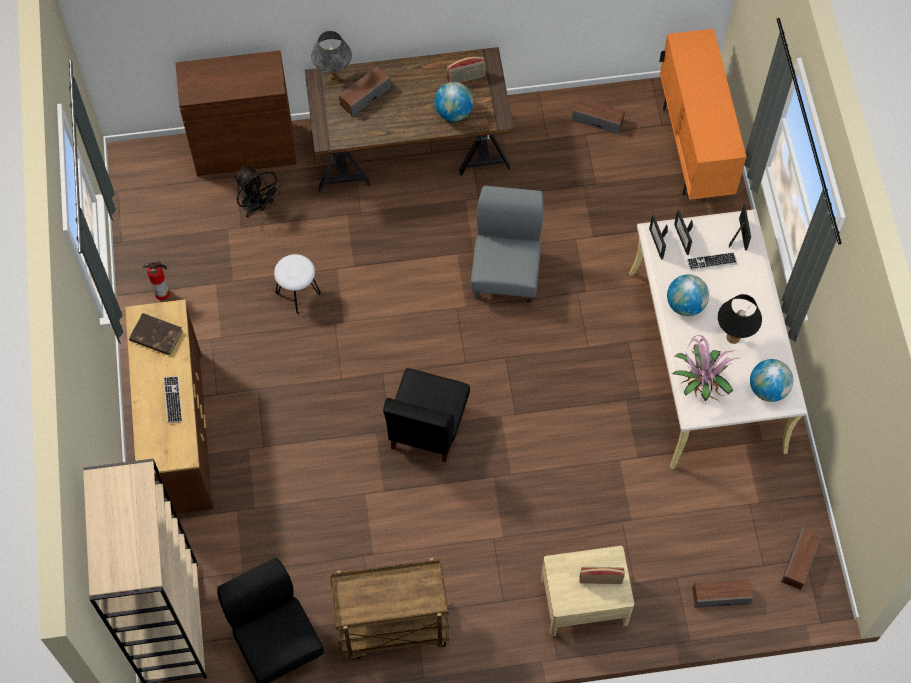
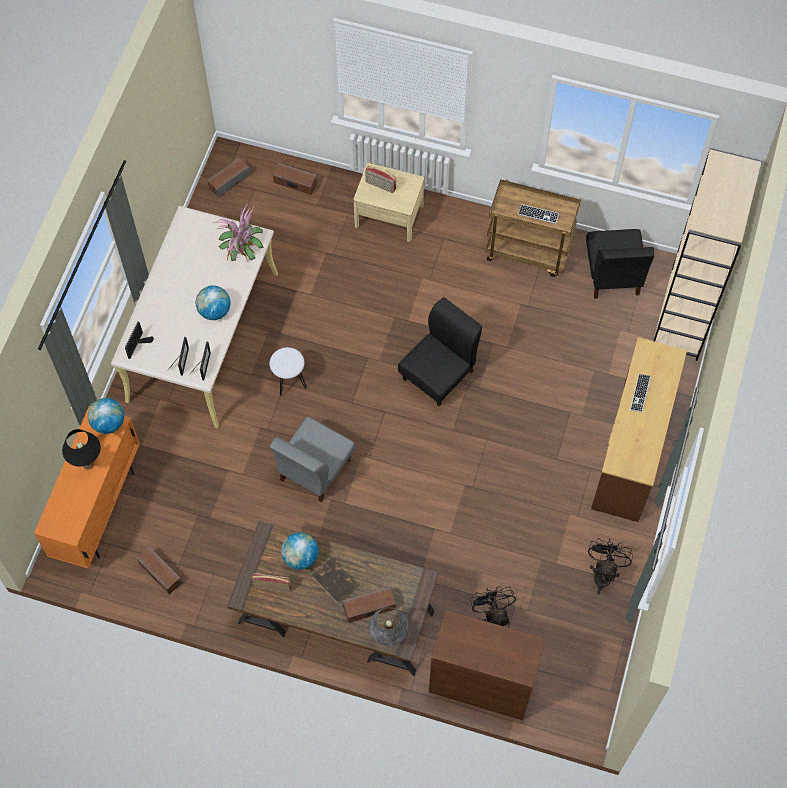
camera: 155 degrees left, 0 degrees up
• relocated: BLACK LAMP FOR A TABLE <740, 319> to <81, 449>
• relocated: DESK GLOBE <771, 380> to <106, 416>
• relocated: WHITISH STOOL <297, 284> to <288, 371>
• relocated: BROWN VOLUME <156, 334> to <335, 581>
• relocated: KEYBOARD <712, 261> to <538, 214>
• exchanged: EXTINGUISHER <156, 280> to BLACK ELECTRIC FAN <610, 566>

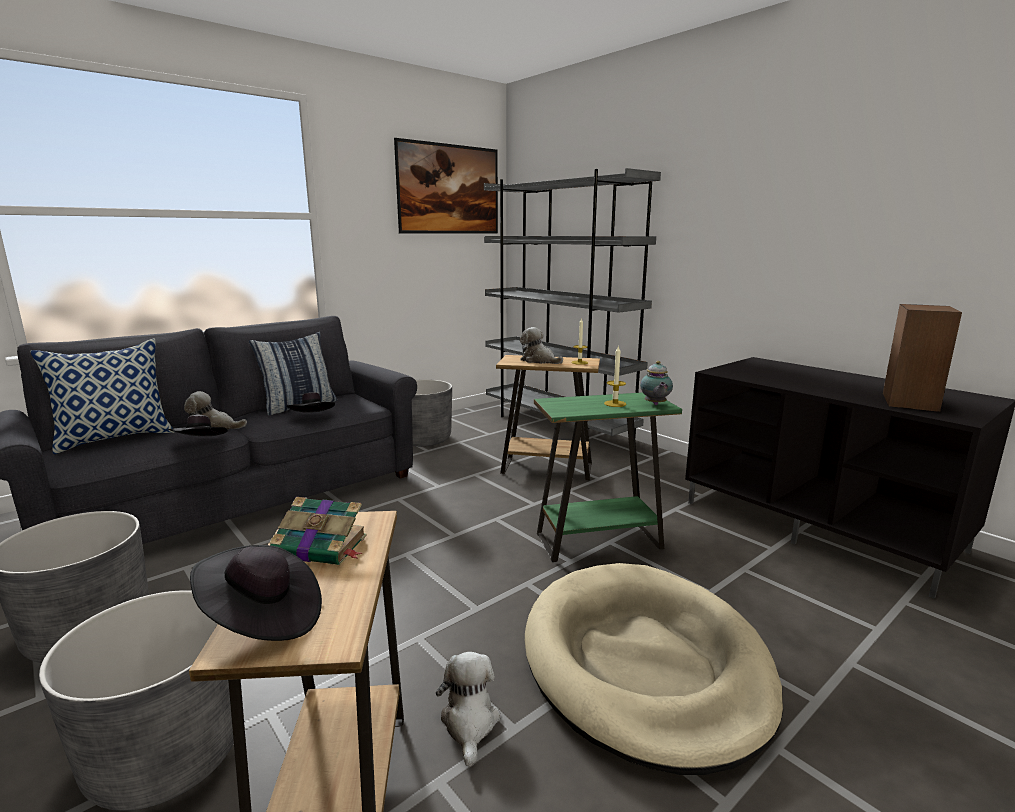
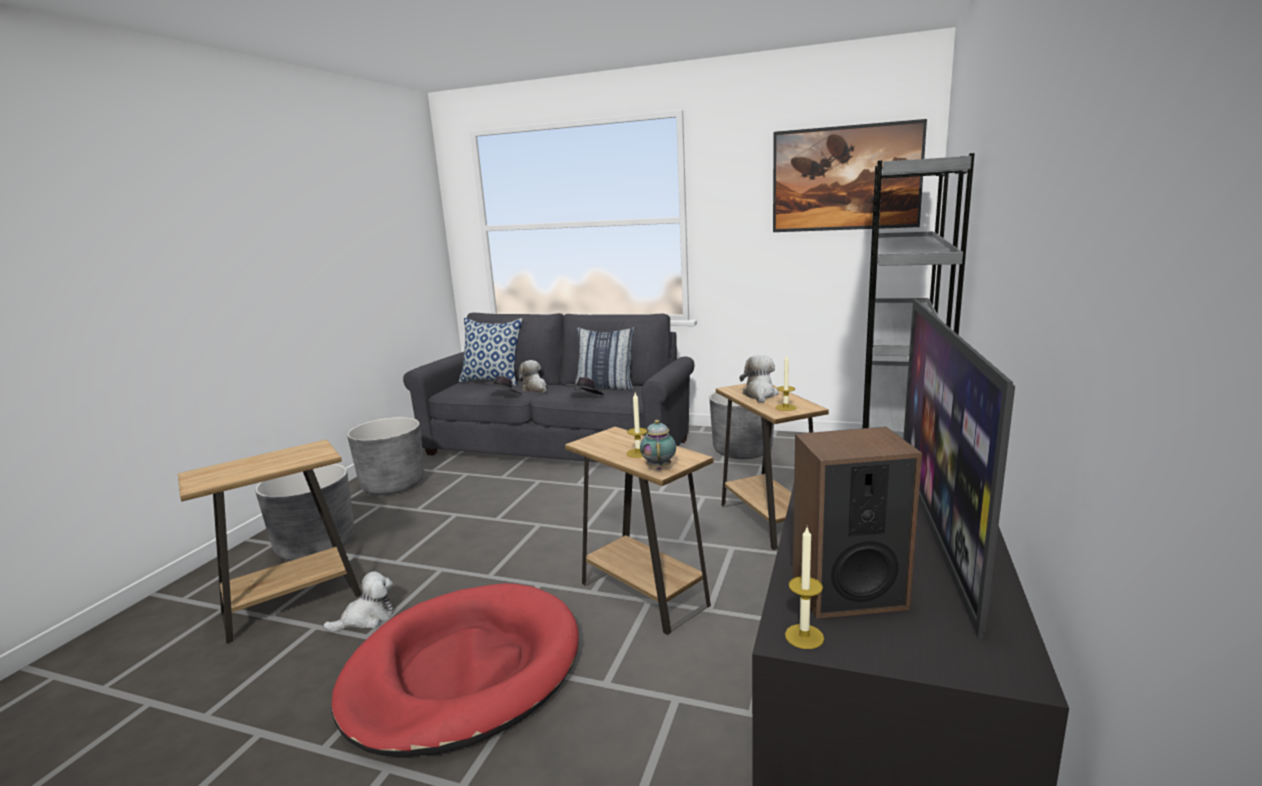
camera: 60 degrees right, 0 degrees up
• colour: BEIGE-COLOURED PET BED <654, 669> to REDDISH PET BED <455, 670>
• colour: GREENISH SIDE TABLE <608, 477> to BROWN SIDE TABLE <639, 531>
• spun: TEA POT <656, 383> = <658, 445> 120 degrees clockwise
• appeared: CANDLE <804, 588>
• appeared: TV <959, 469>
• missing: BLACK CLOTHING HAT <256, 593>
• missing: VOLUME <318, 531>

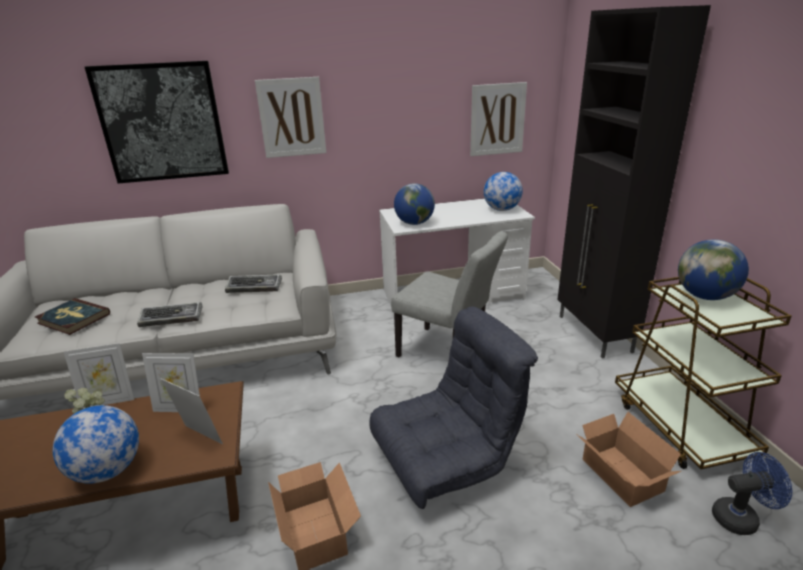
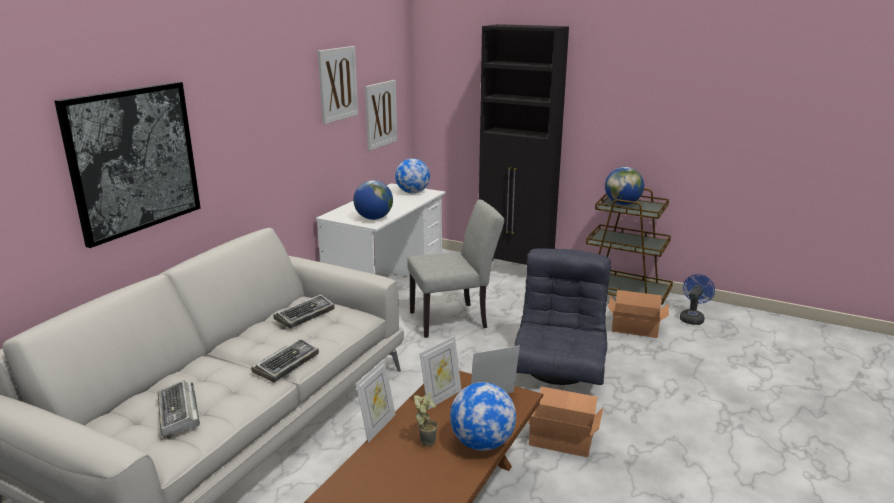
camera: 50 degrees left, 5 degrees down
• exchanged: VOLUME <72, 316> to KEYBOARD <179, 408>
• relocated: PICTURE <290, 117> to <338, 85>

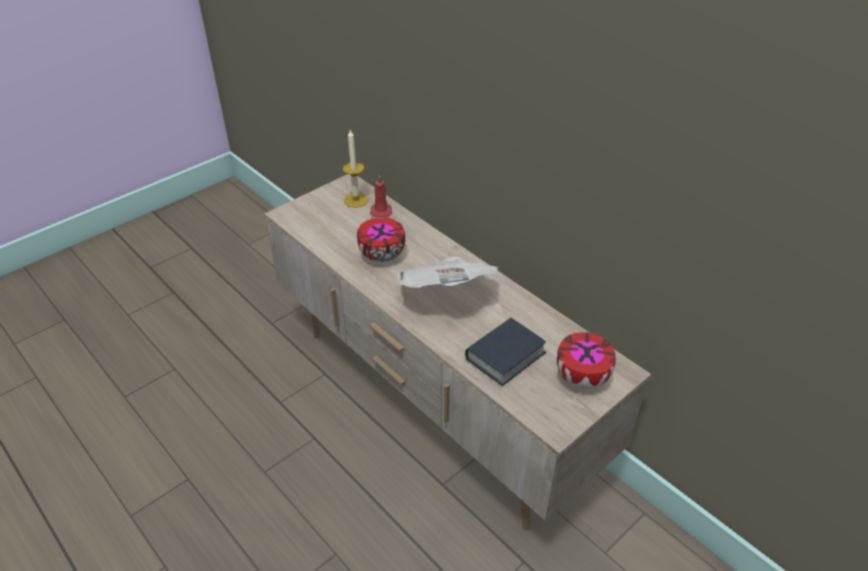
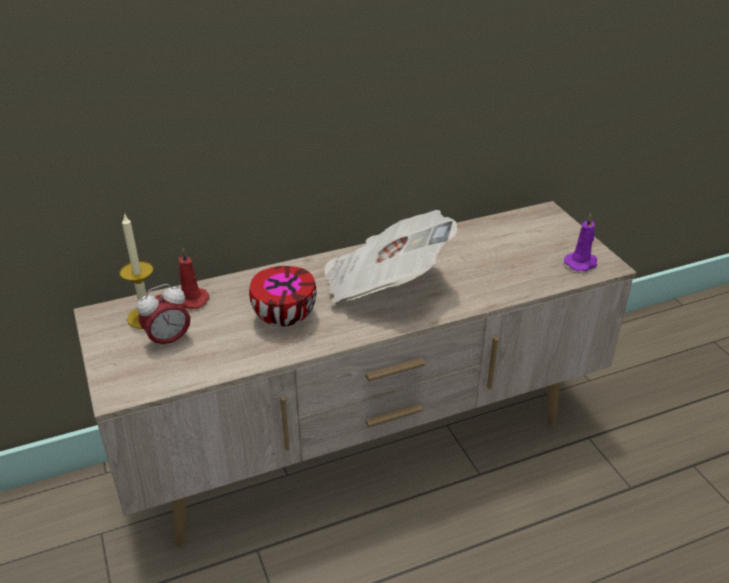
camera: 70 degrees left, 5 degrees down
• appeared: ALARM CLOCK <163, 317>
• appeared: PURPLE CANDLE <580, 242>
• missing: VOLUME <505, 352>
• missing: SERVING BOWL <586, 360>

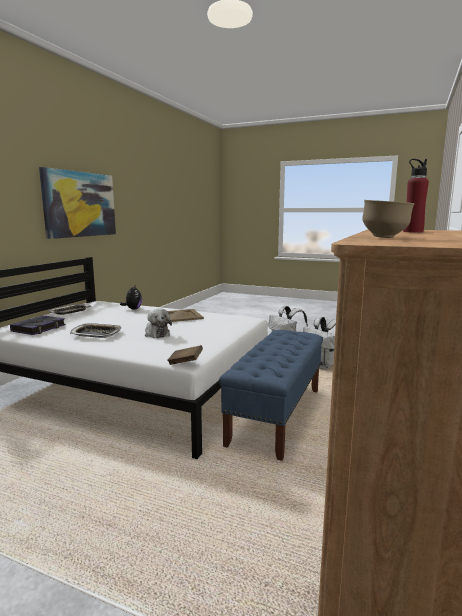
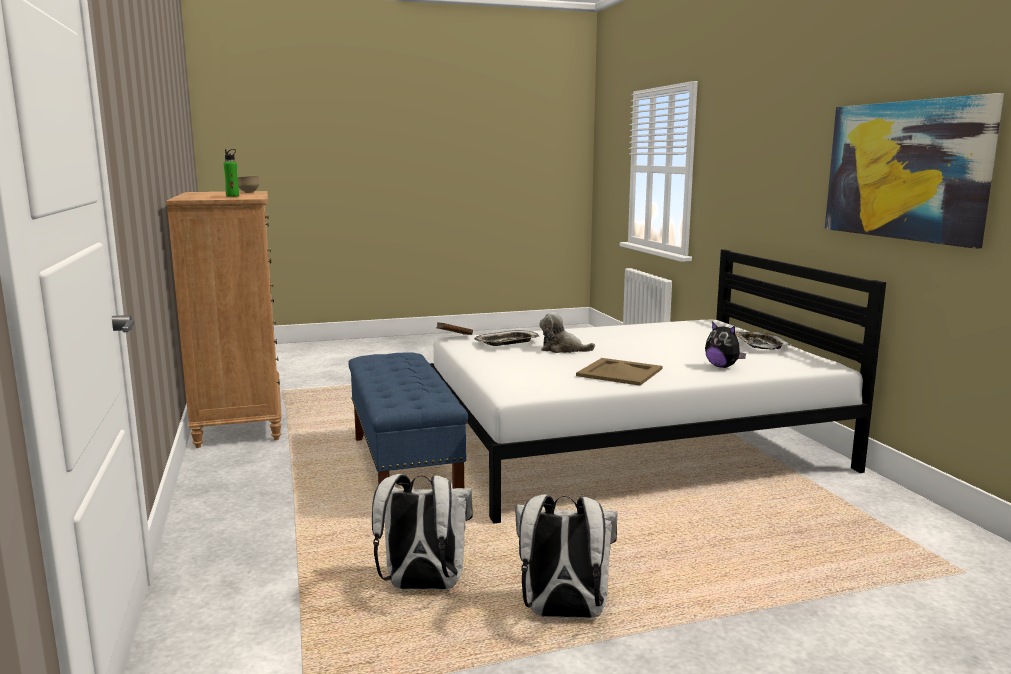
camera: 140 degrees right, 0 degrees up
• colour: REDDISH DRINK BOTTLE <416, 196> to GREENISH DRINK BOTTLE <231, 173>
• relocated: SERVING TRAY <95, 330> to <507, 338>
• missing: VOLUME <37, 325>

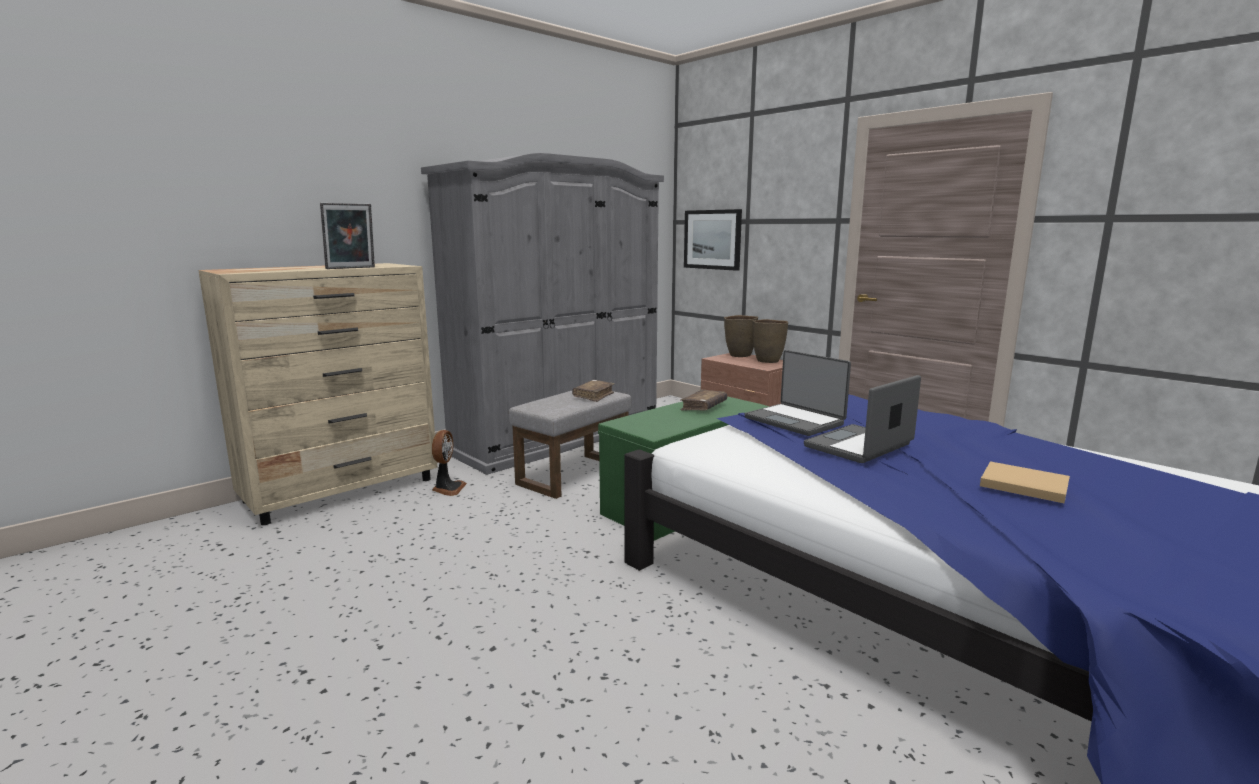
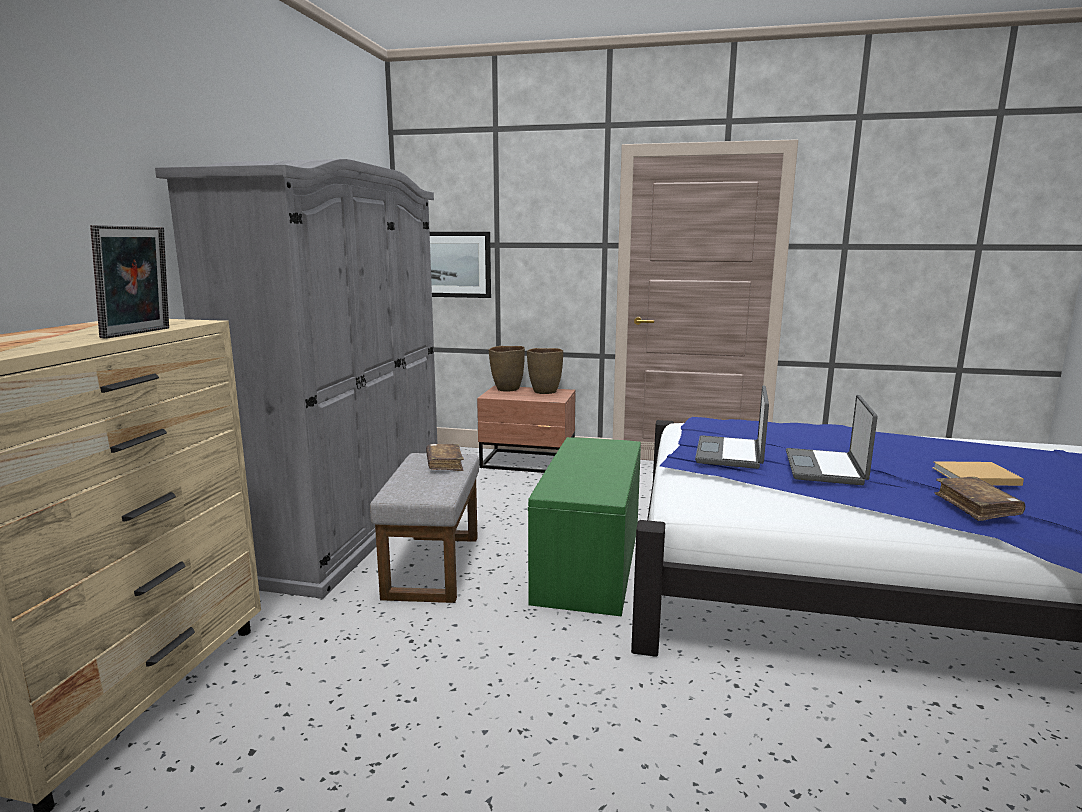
camera: 35 degrees left, 0 degrees up
• spun: LAPTOP <797, 393> = <732, 427> 90 degrees clockwise
• relocated: BROWN VOLUME <703, 400> to <979, 499>
• missing: ELECTRIC FAN <449, 463>

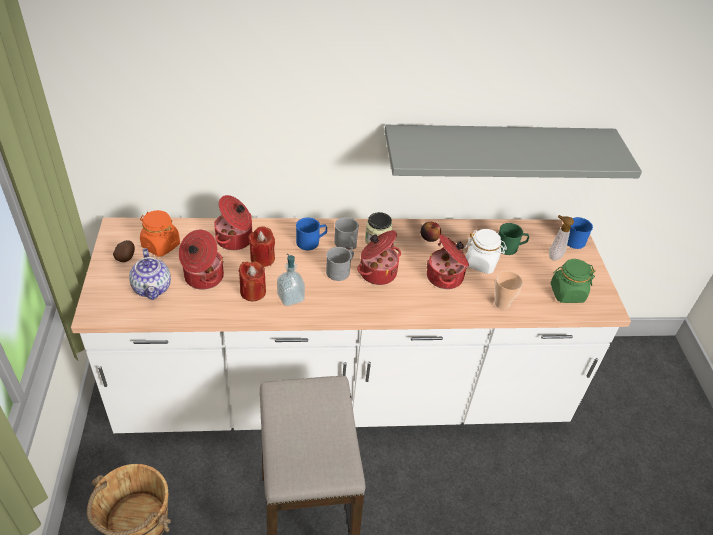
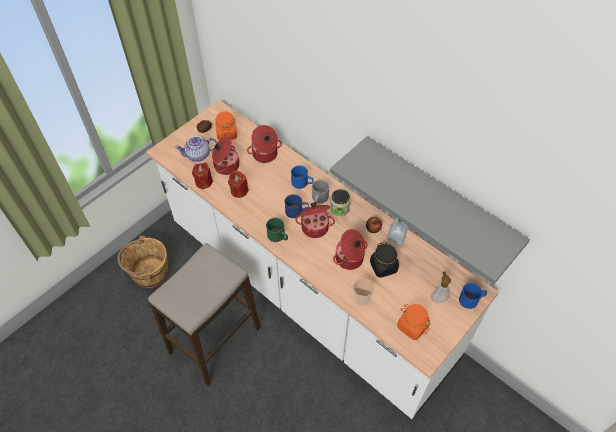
camera: 50 degrees right, 10 degrees up
• spun: TEA POT <150, 274> = <196, 149> 45 degrees clockwise
• relocated: REDDISH CANDLE <262, 246> to <202, 176>
• relocated: GREENISH TEA MUG <514, 239> to <277, 230>
• colour: GRAY TEA MUG <340, 264> to BLUE TEA MUG <296, 206>
• colour: WHITISH STORAGE JAR <486, 251> to BLACK STORAGE JAR <384, 260>
• relocated: LIQUID SOAP BOTTLE <291, 280> to <397, 231>
• colour: GREENISH STORAGE JAR <573, 281> to ORANGEY STORAGE JAR <413, 322>

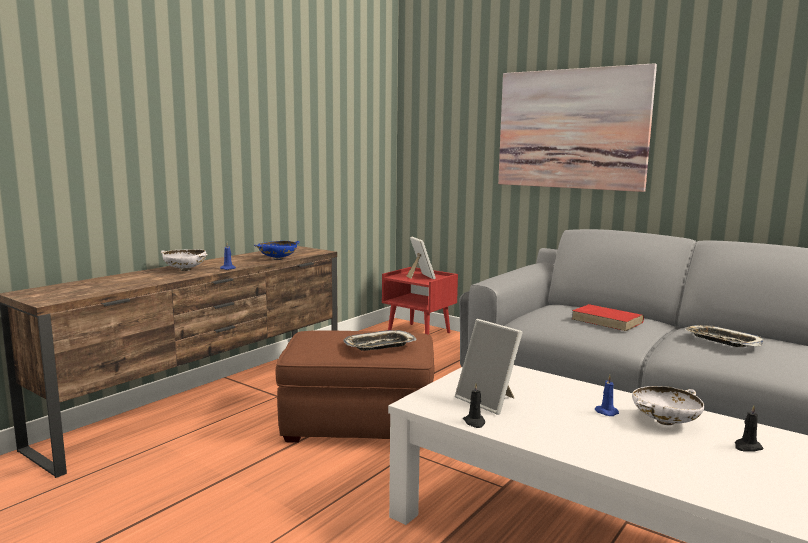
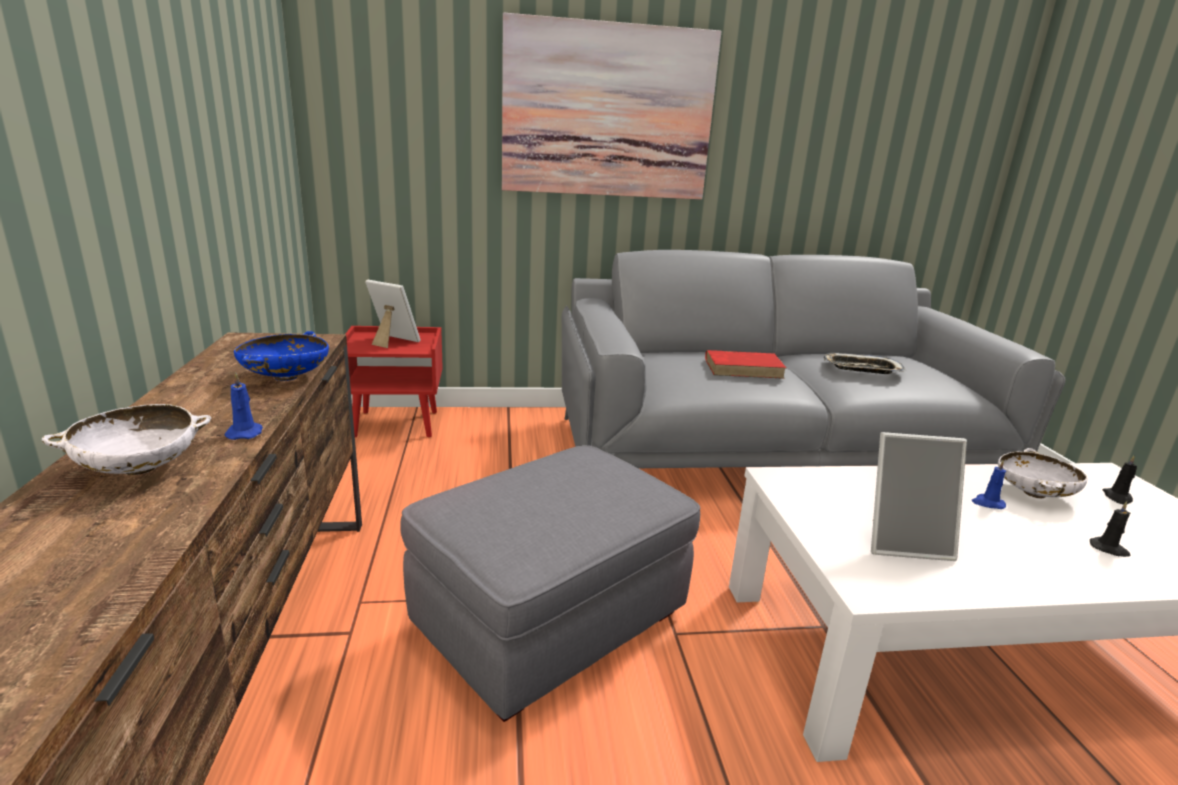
camera: 45 degrees left, 10 degrees up
• colour: BROWN FOOTREST <354, 386> to GRAY FOOTREST <550, 583>
• relocated: BLACK CANDLE <474, 406> to <1110, 529>
• missing: SERVING TRAY <379, 340>

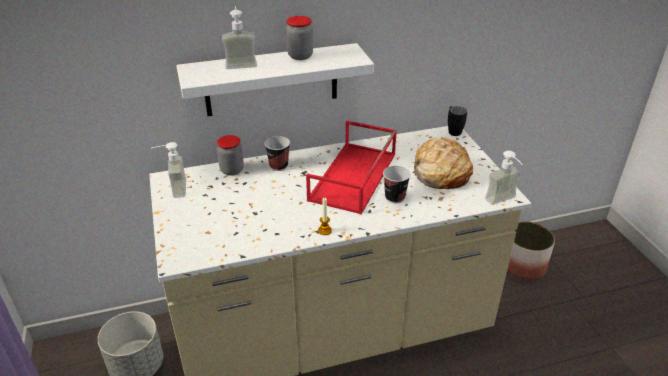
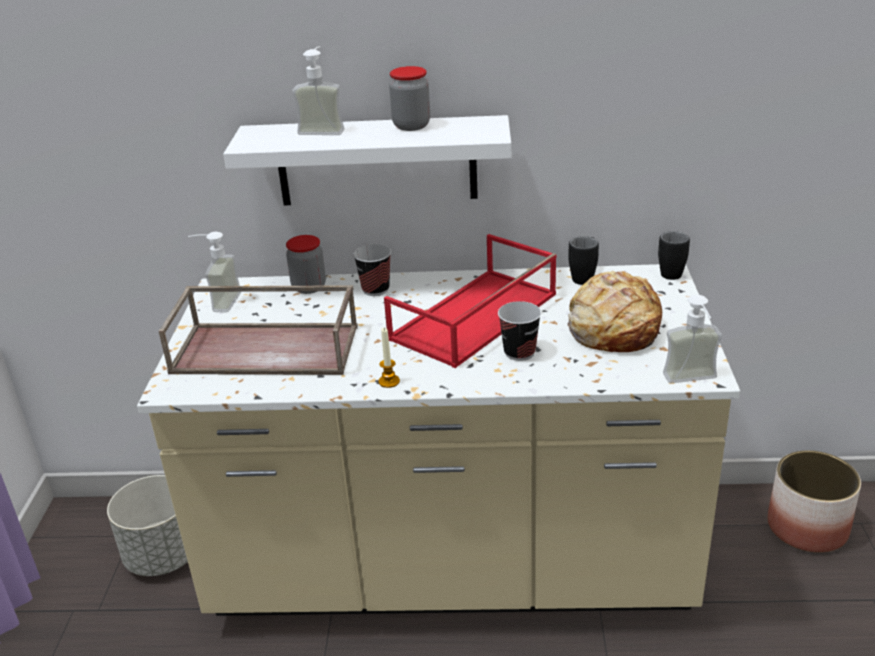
camera: 20 degrees right, 5 degrees down
• appeared: BROWN SERVING TRAY <258, 330>
• appeared: BLACK TEA MUG <583, 260>

